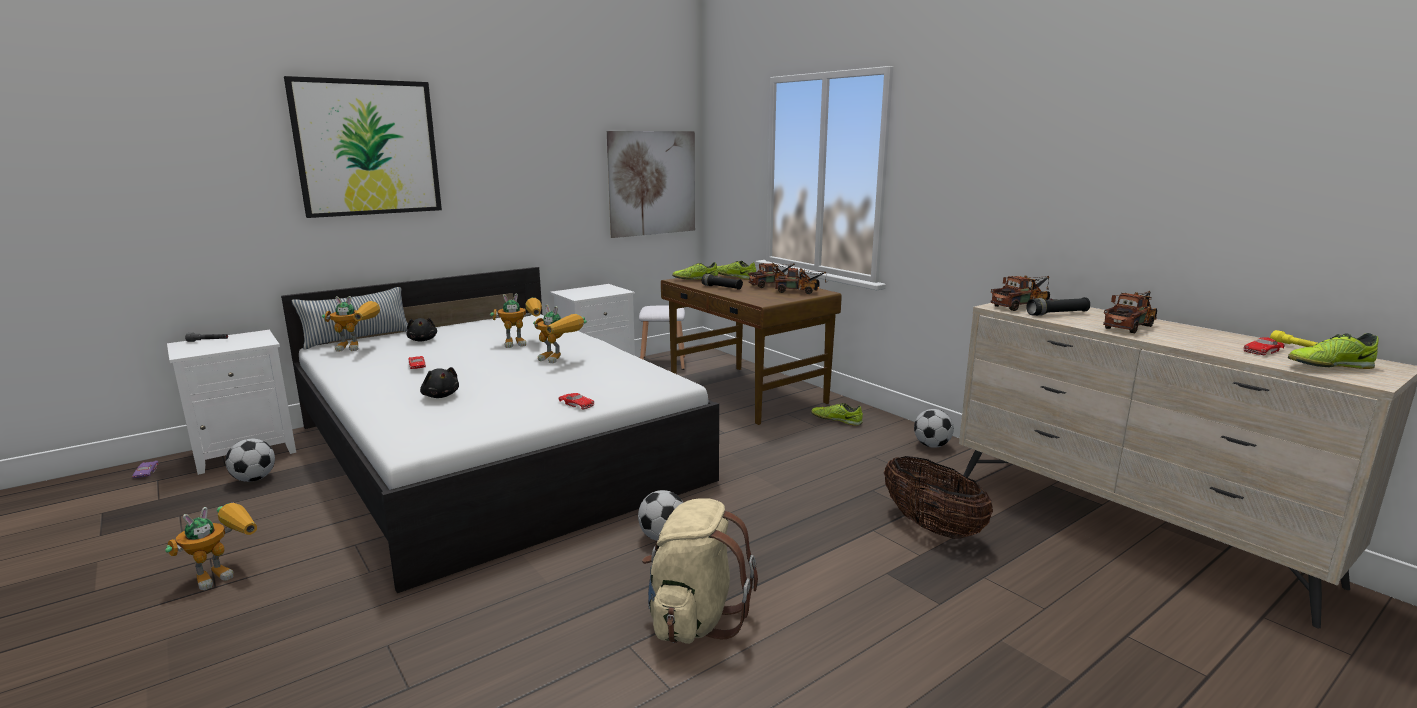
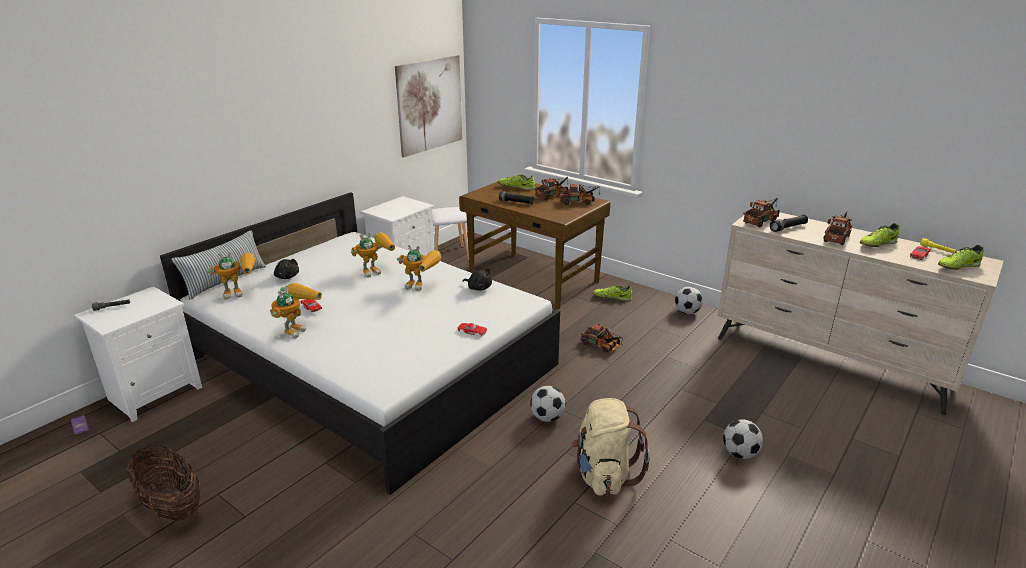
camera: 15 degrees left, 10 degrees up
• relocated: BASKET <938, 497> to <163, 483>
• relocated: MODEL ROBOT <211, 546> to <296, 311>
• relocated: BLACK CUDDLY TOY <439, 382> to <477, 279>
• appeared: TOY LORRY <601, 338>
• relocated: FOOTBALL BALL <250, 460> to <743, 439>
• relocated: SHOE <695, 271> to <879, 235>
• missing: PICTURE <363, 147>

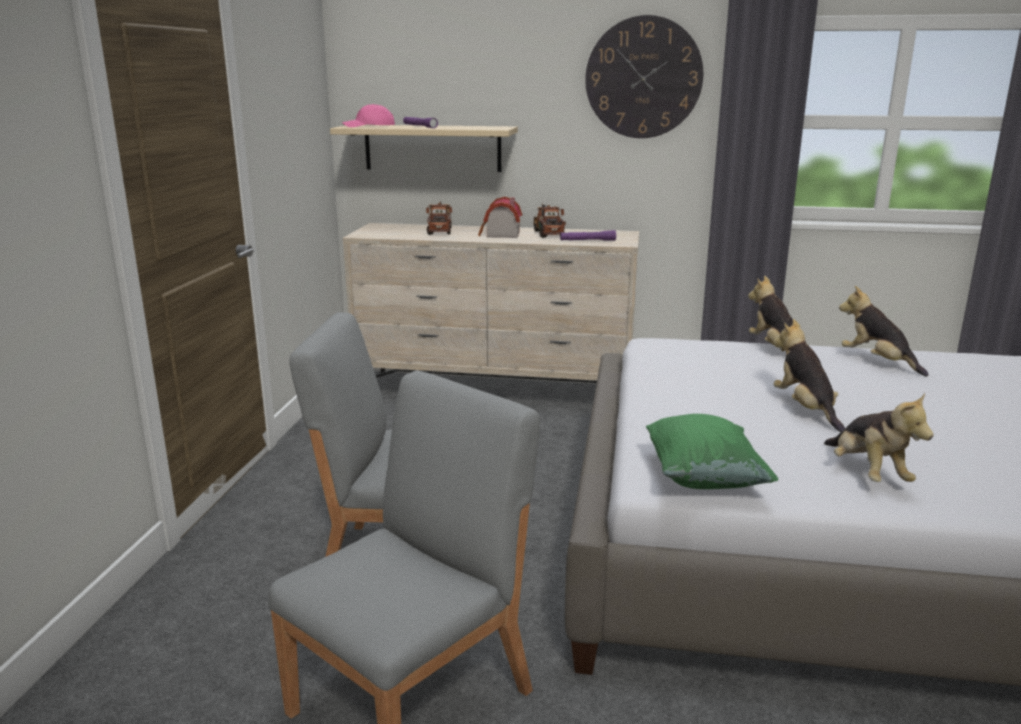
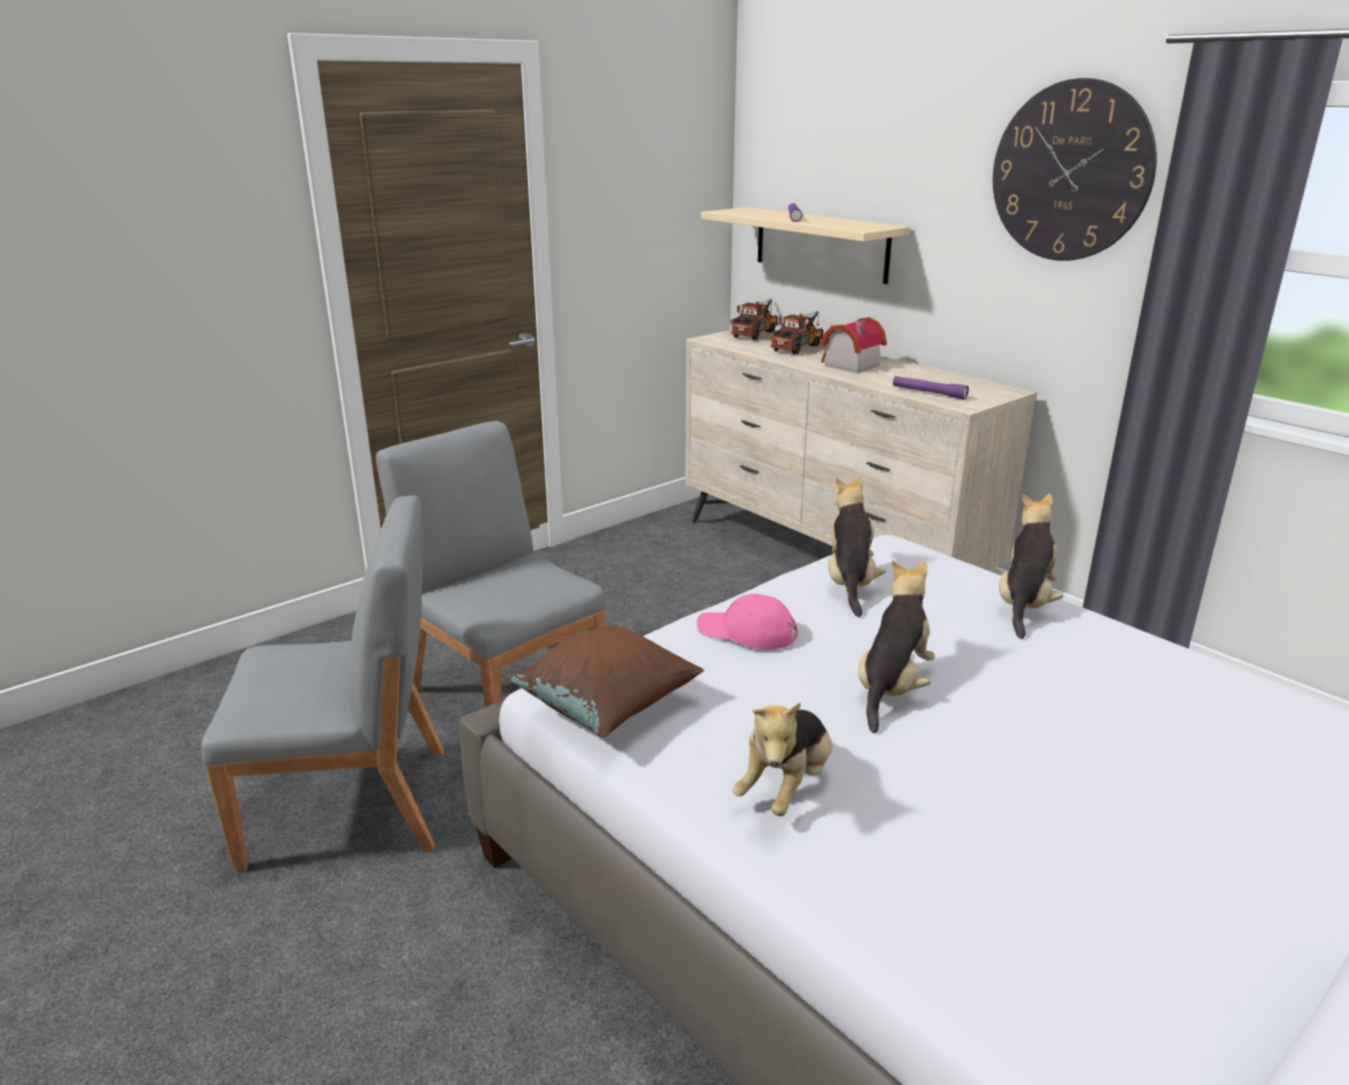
camera: 40 degrees right, 5 degrees up
• colour: GREENISH THROW PILLOW <712, 451> to BROWN THROW PILLOW <607, 681>
• relocated: PINKISH BASEBALL CAP <368, 115> to <747, 621>
• relocated: TOY LORRY <549, 220> to <754, 319>
• relocated: CUDDLY TOY <884, 331> to <857, 546>

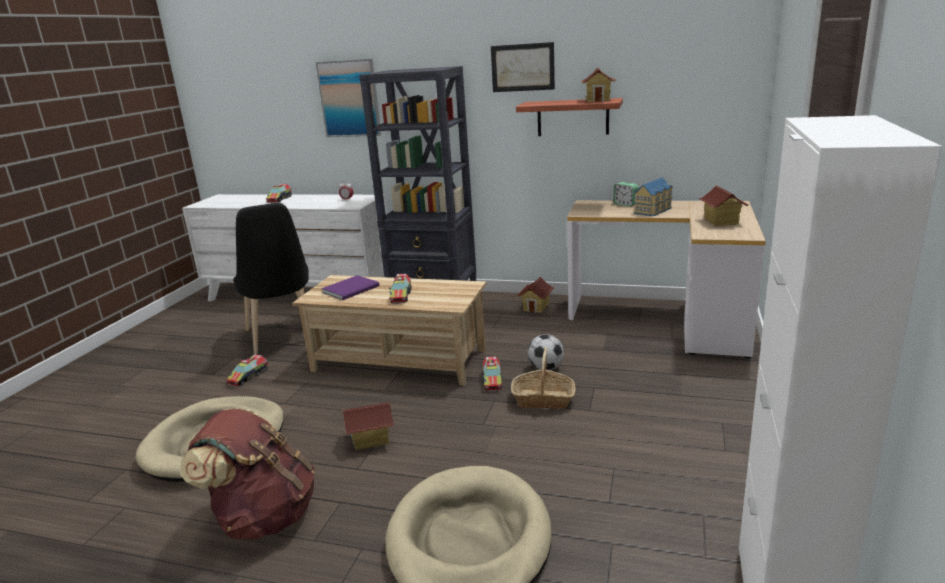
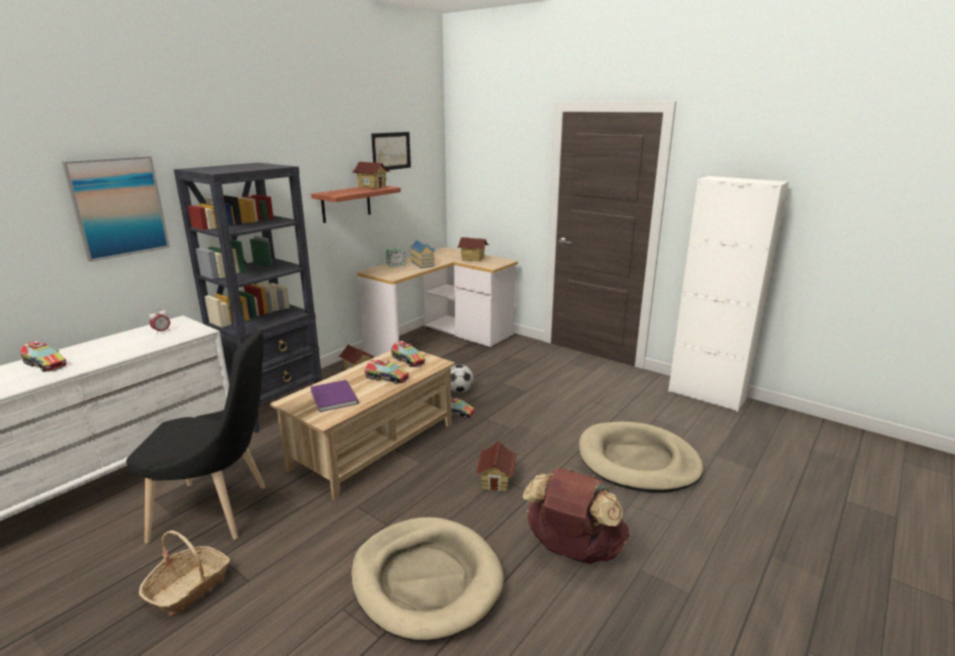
camera: 70 degrees left, 0 degrees up
• relocated: BASKET <543, 378> to <184, 573>
• relocated: PICTURE <523, 67> to <391, 151>
• relocated: TOY LORRY <247, 370> to <408, 354>

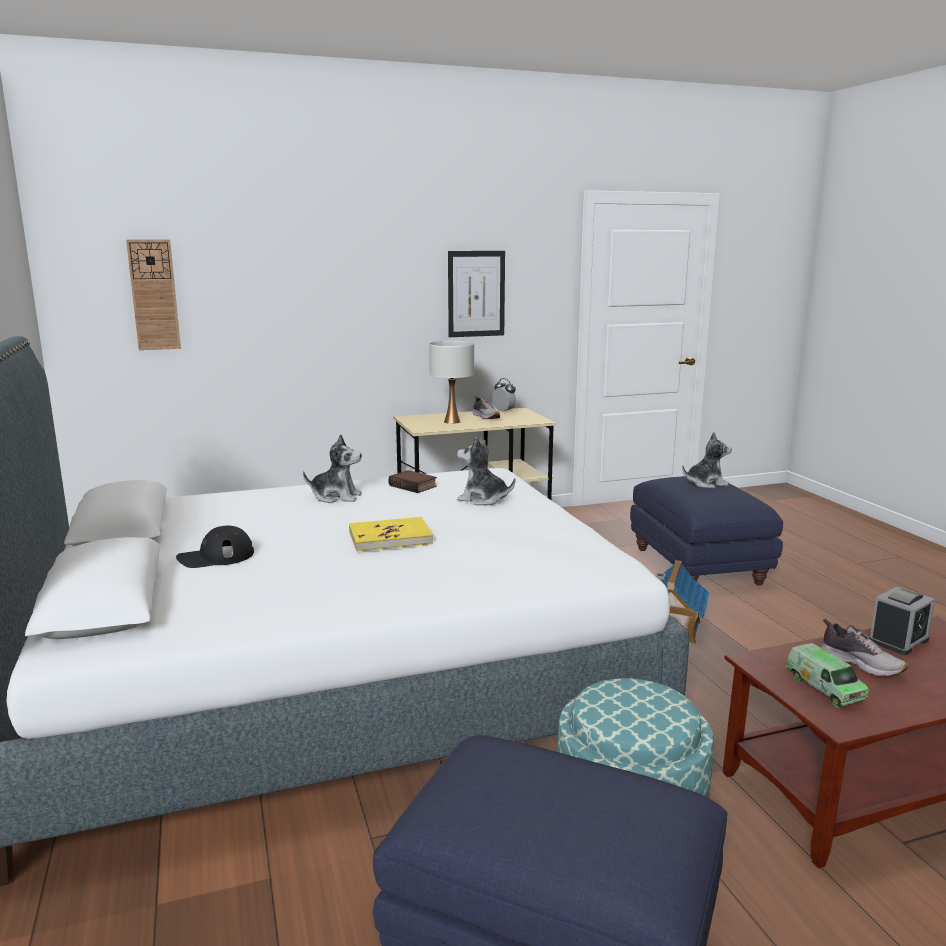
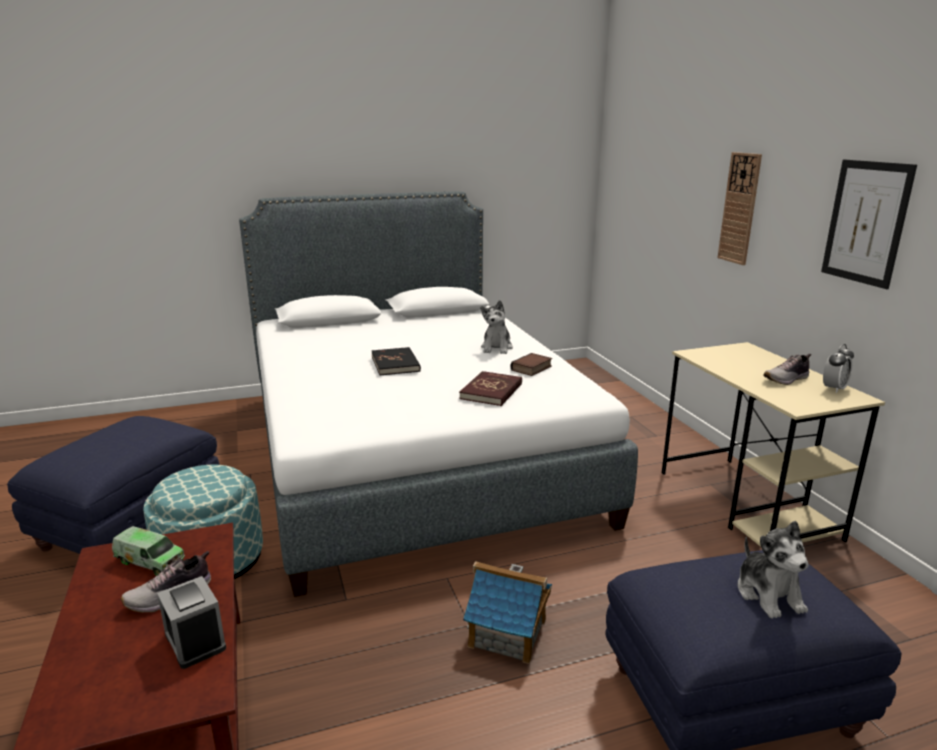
camera: 90 degrees right, 5 degrees up
• spun: TOY LORRY <827, 675> = <148, 551> 135 degrees counterclockwise
• colour: YELLOWISH VOLUME <391, 534> to BLACK VOLUME <396, 361>
• exchanged: CUDDLY TOY <486, 471> to REDDISH VOLUME <490, 388>
• relocated: HANGING CLOCK <153, 295> to <740, 208>
• missing: BLACK BASEBALL CAP <215, 547>
• missing: WHITISH LAMP FOR A TABLE <451, 382>

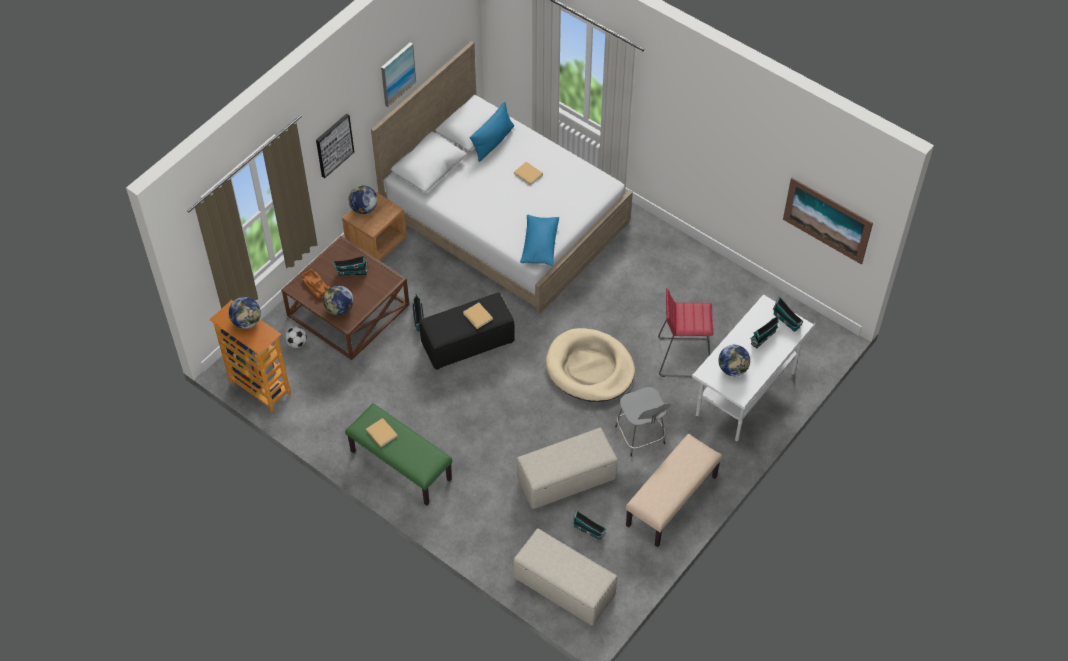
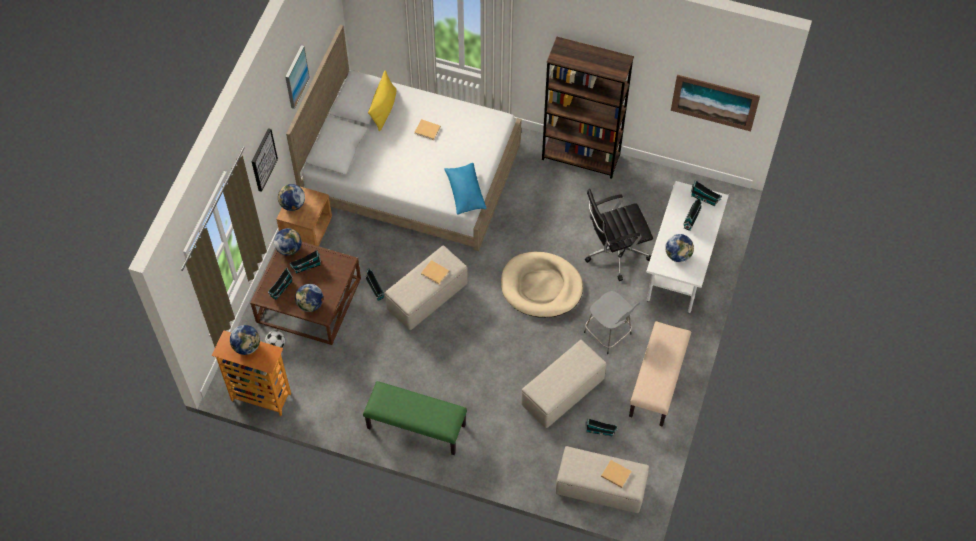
camera: 20 degrees left, 5 degrees up
• exchanged: TOY LORRY <316, 283> to MINIATURE HOUSE <280, 284>
• appeared: DESK GLOBE <288, 242>
• colour: BLUE THROW PILLOW <492, 132> to YELLOWISH THROW PILLOW <382, 101>
• colour: BLACK FOOTREST <467, 331> to BEIGE-COLOURED FOOTREST <426, 287>
• appeared: BROWN BOOKCASE <588, 107>
• exchanged: REDDISH STOOL <685, 332> to BLACK COMPUTER CHAIR <619, 235>
• relocated: BEIGE-COLOURED VOLUME <382, 432> to <616, 474>

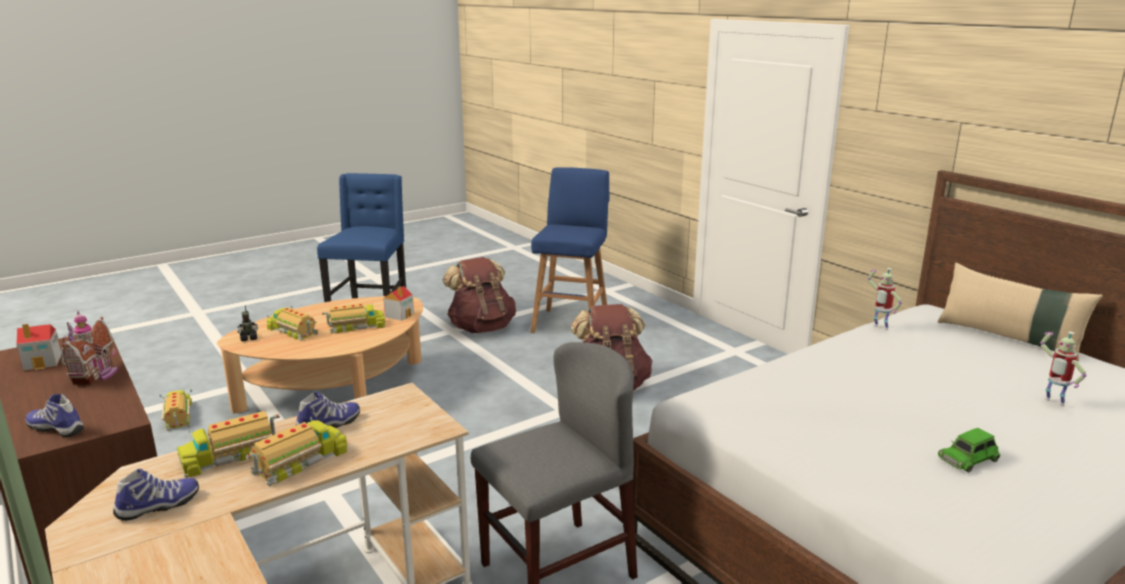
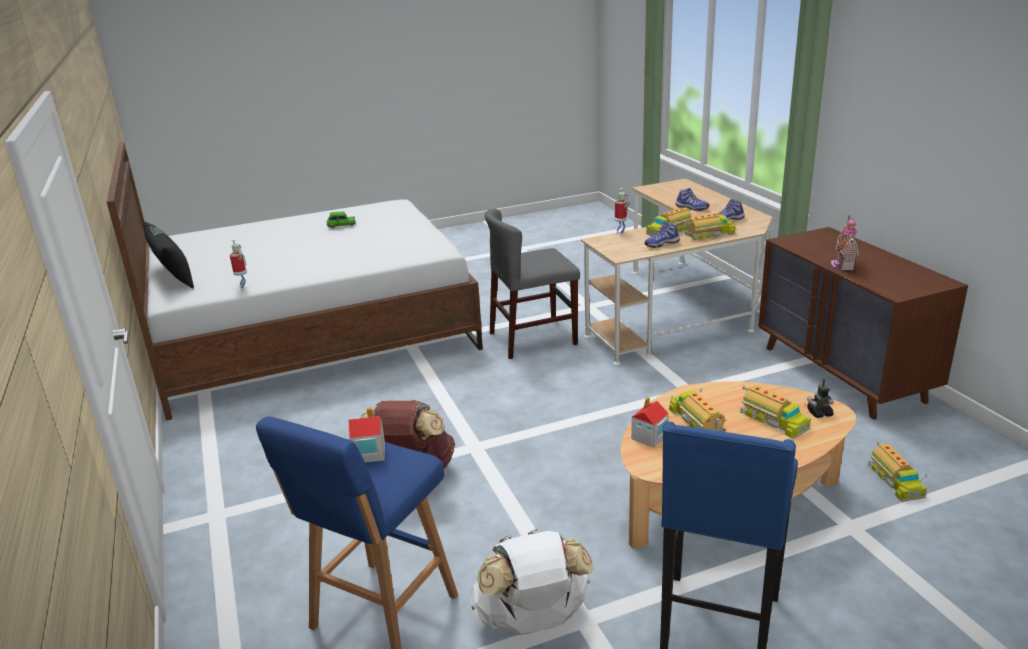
camera: 165 degrees left, 5 degrees up
• colour: BEIGE-COLOURED THROW PILLOW <1020, 312> to BLACK THROW PILLOW <169, 255>
• relocated: MINIATURE HOUSE <38, 347> to <366, 435>
• colour: BROWN RUCKSACK <479, 295> to WHITISH RUCKSACK <531, 582>
• relocated: MODEL ROBOT <1063, 368> to <623, 212>
• spun: TOY LORRY <353, 318> = <698, 410> 75 degrees clockwise
• relocated: SHOE <55, 415> to <692, 199>

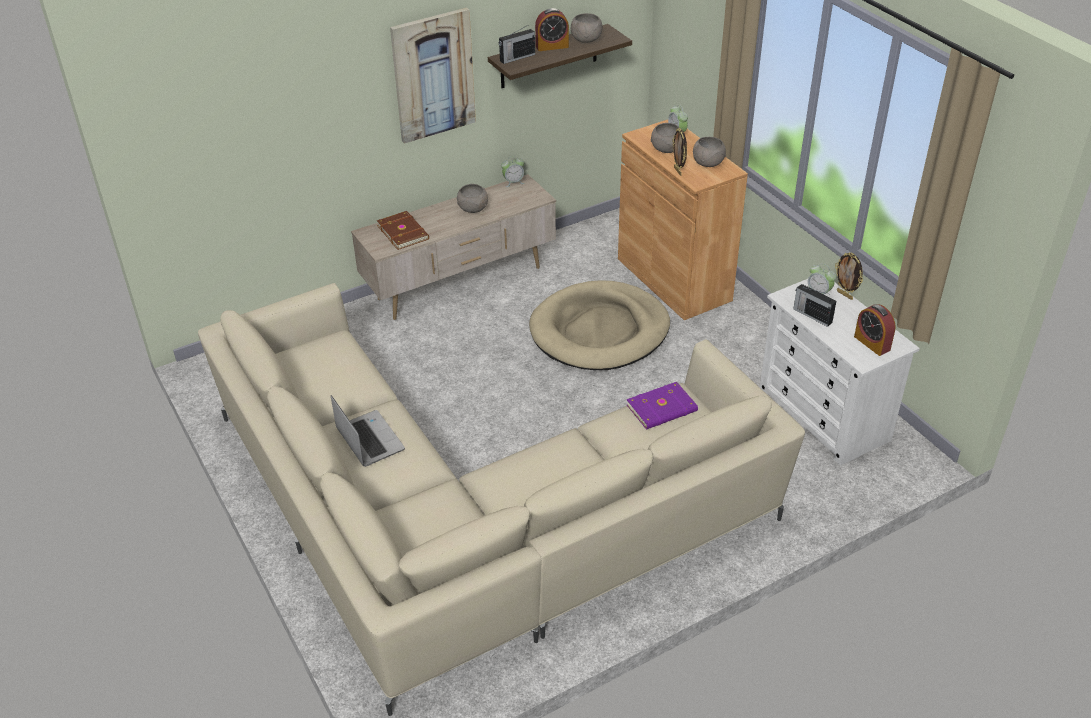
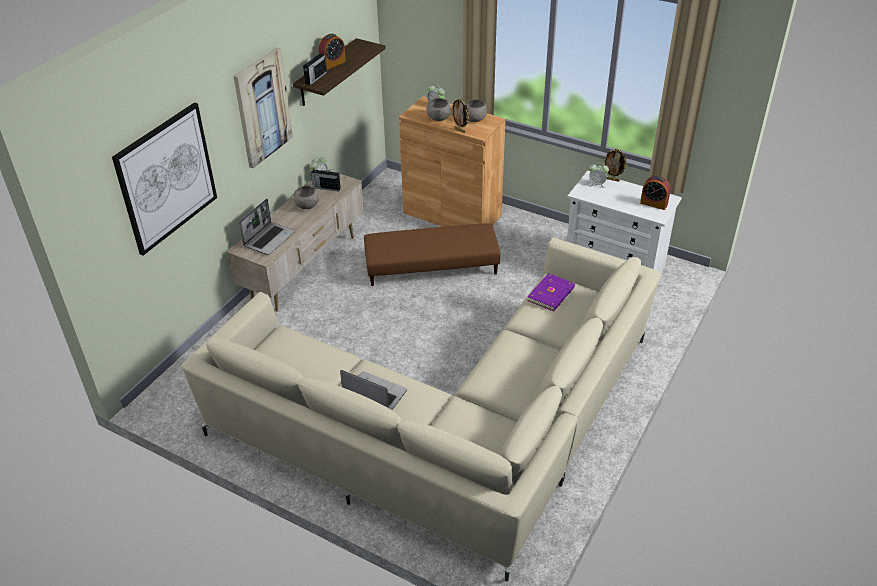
camera: 30 degrees left, 0 degrees up
• appeared: PICTURE <164, 178>
• exchanged: BROWN VOLUME <402, 230> to LAPTOP <267, 227>
• relocated: RADIO SET <814, 305> to <326, 181>
• exchanged: BEIGE-COLOURED PET BED <599, 325> to BROWN FOOTREST <432, 254>
• missing: GRAY SERVING BOWL <587, 28>

